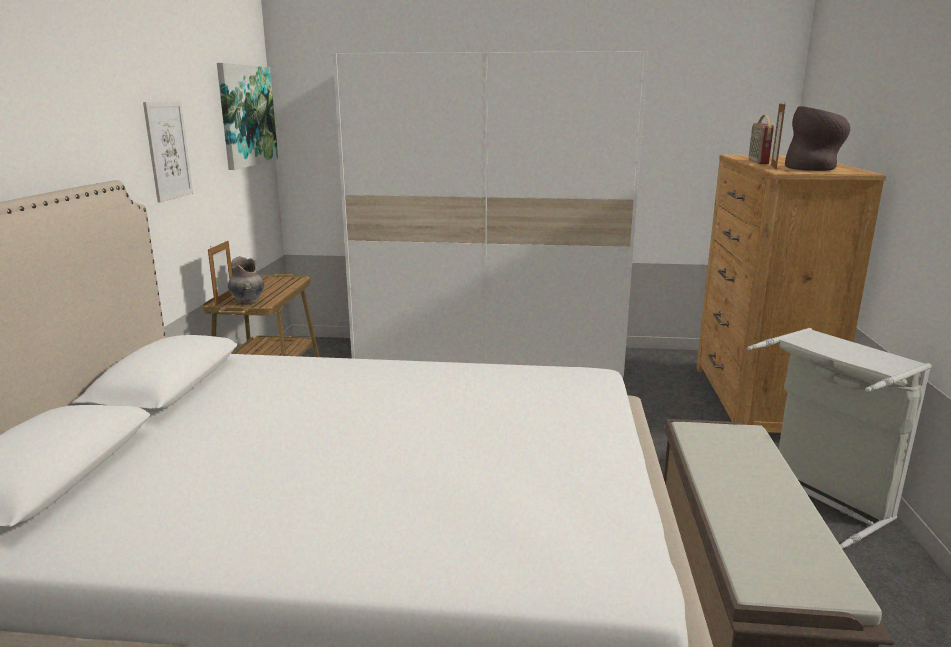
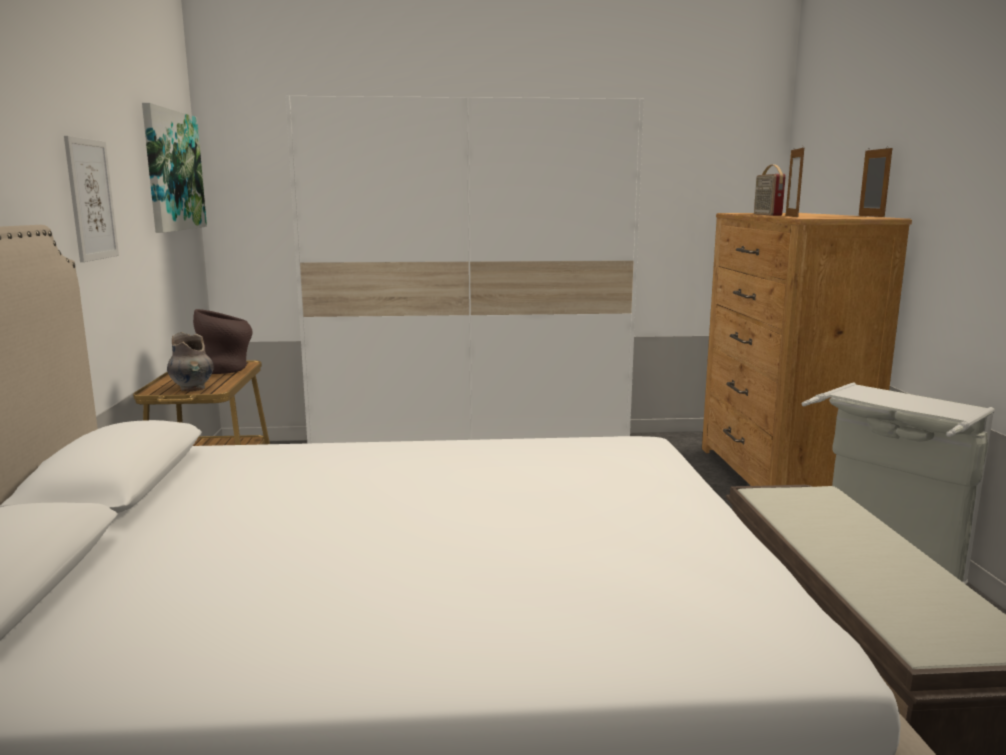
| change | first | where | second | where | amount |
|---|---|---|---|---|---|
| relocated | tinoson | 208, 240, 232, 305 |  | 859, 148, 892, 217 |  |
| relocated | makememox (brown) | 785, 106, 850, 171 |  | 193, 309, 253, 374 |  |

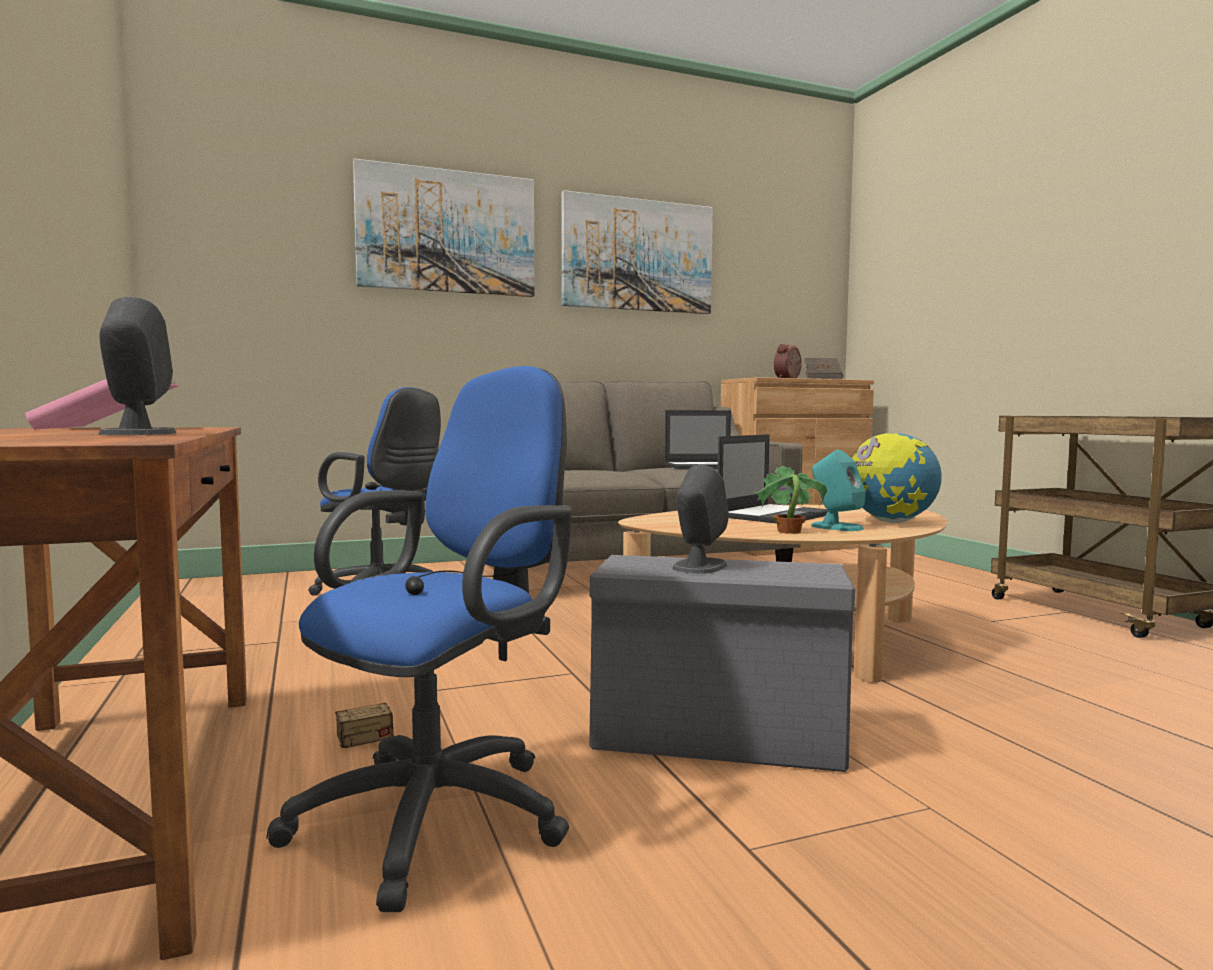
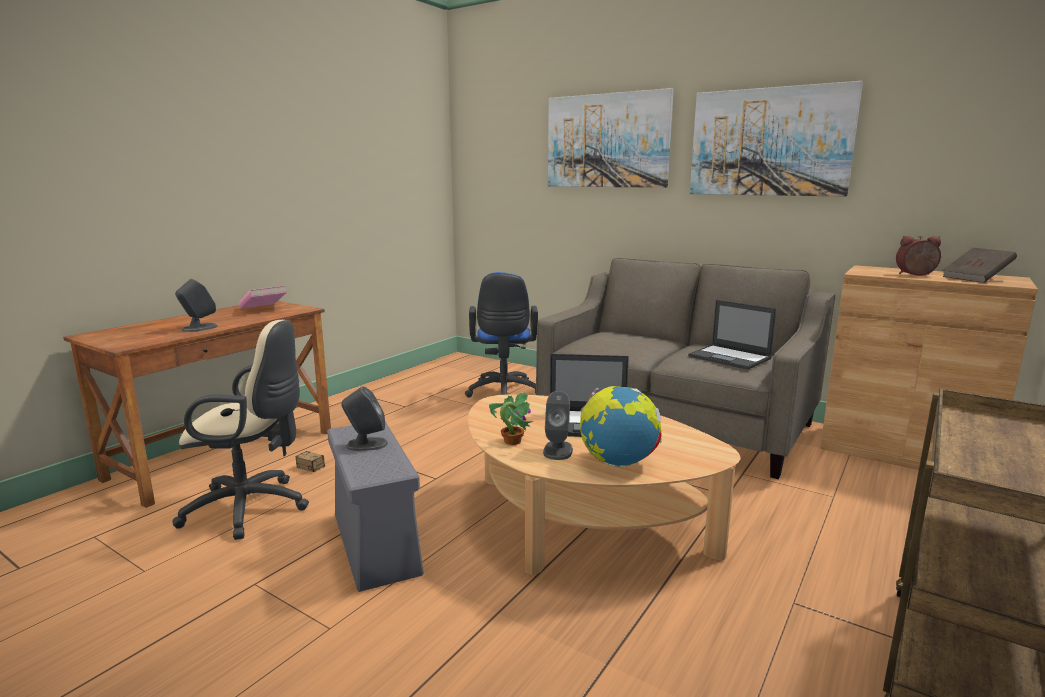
| change | first | where | second | where | amount |
|---|---|---|---|---|---|
| colour | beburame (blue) | 266, 366, 572, 912 | beburame (beige) | 172, 320, 309, 540 |  |
| colour | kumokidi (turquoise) | 811, 450, 866, 531 | kumokidi (grey) | 543, 391, 573, 460 |  |

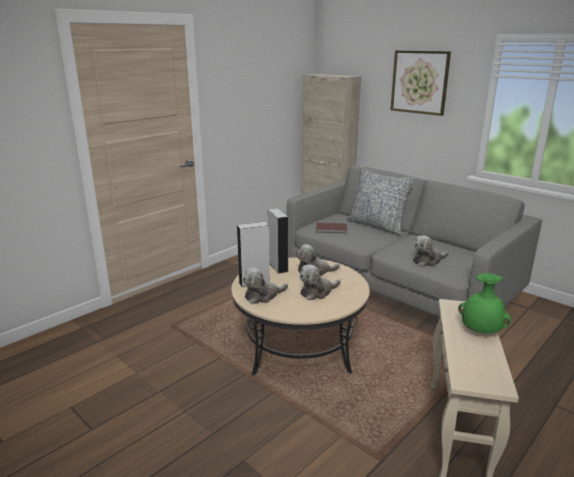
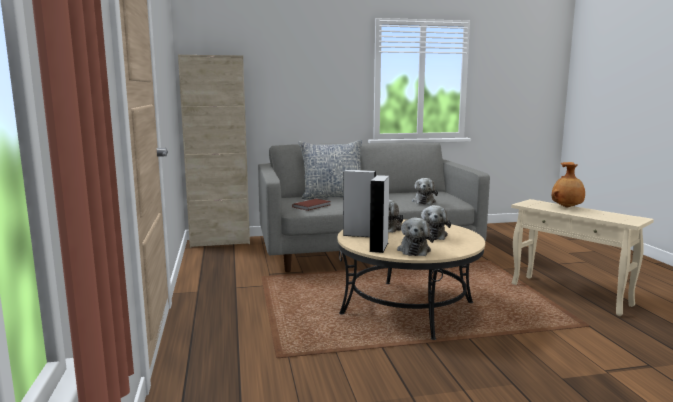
| change | first | where | second | where | amount |
|---|---|---|---|---|---|
| missing | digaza | 391, 50, 451, 116 |  |  |  |
| colour | makememox (green) | 458, 273, 511, 333 | makememox (brown) | 551, 162, 585, 208 |  |

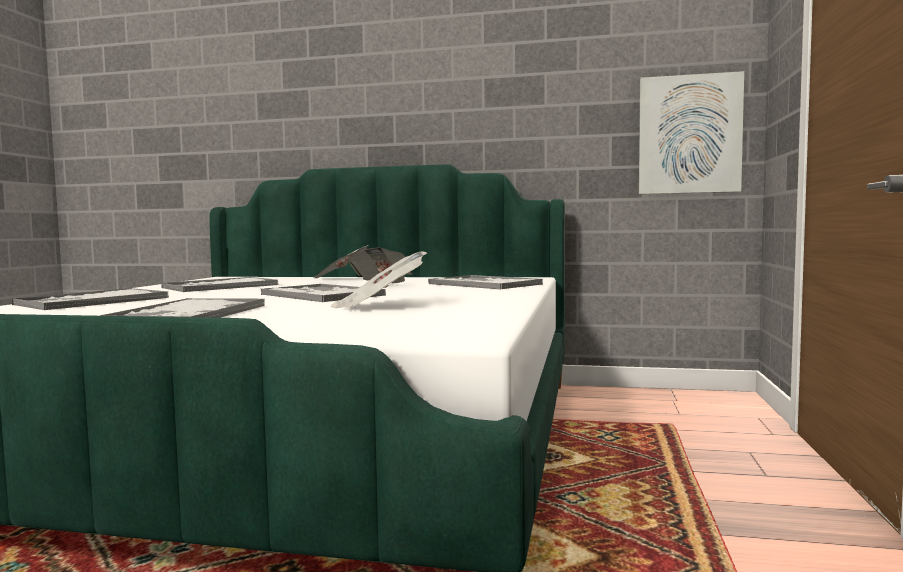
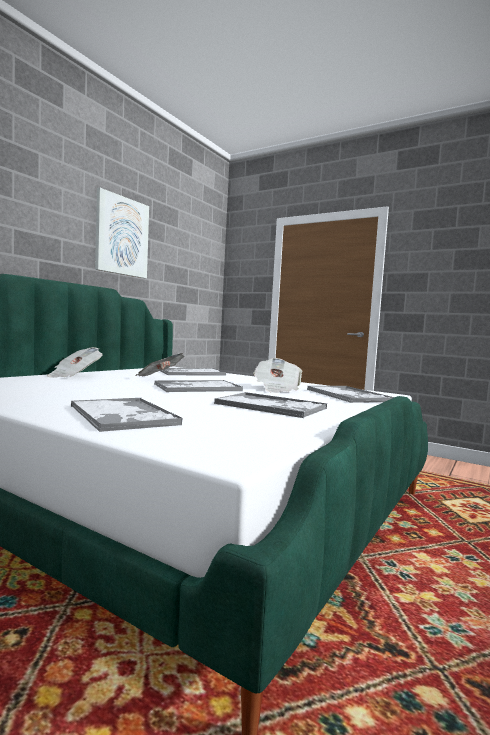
| change | first | where | second | where | amount |
|---|---|---|---|---|---|
| relocated | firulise | 161, 277, 278, 292 |  | 307, 386, 394, 403 |  |
| relocated | digaza | 639, 71, 744, 194 |  | 95, 188, 149, 278 |  |

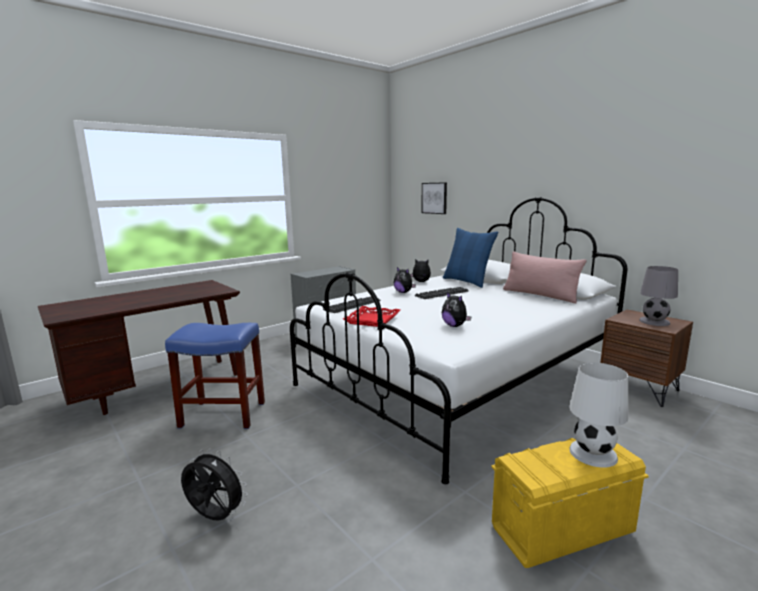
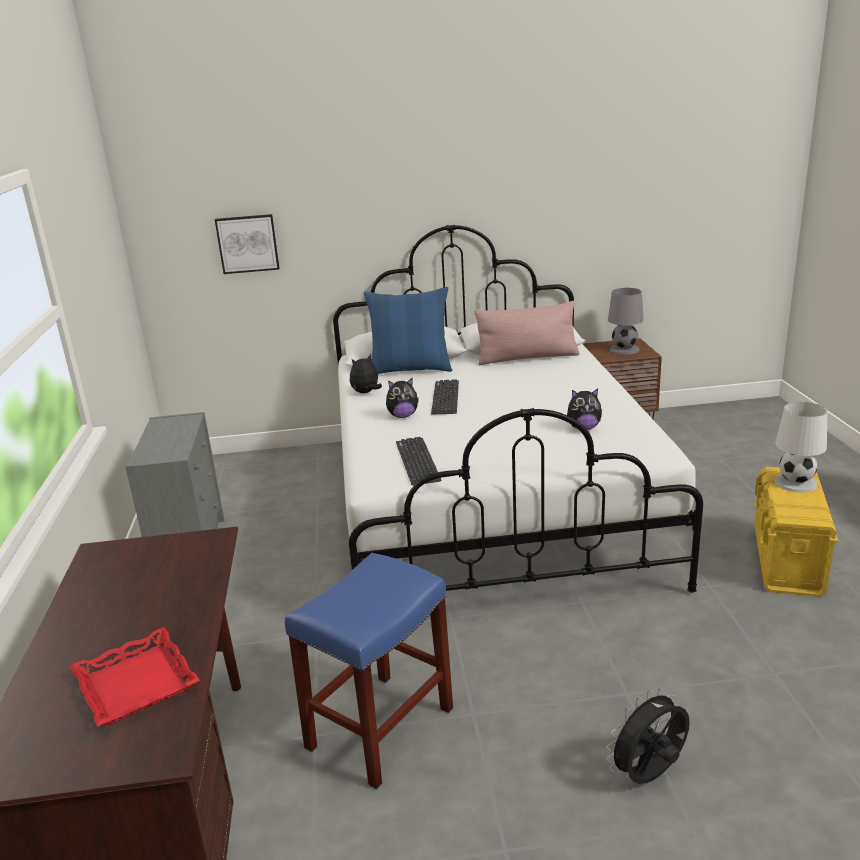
| change | first | where | second | where | amount |
|---|---|---|---|---|---|
| relocated | firulise (red) | 343, 306, 400, 327 |  | 70, 627, 200, 727 |  |

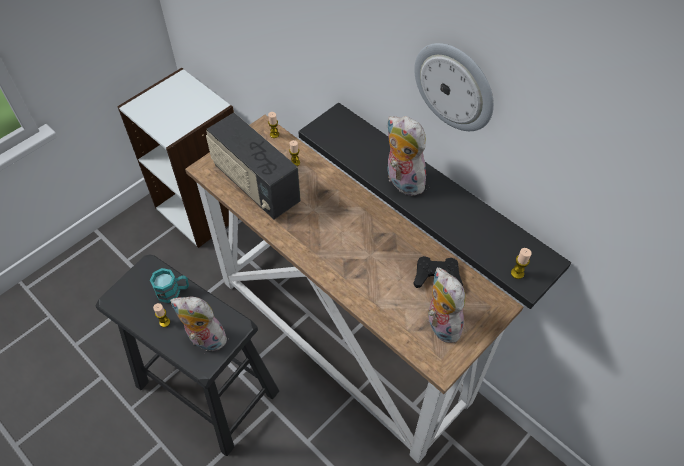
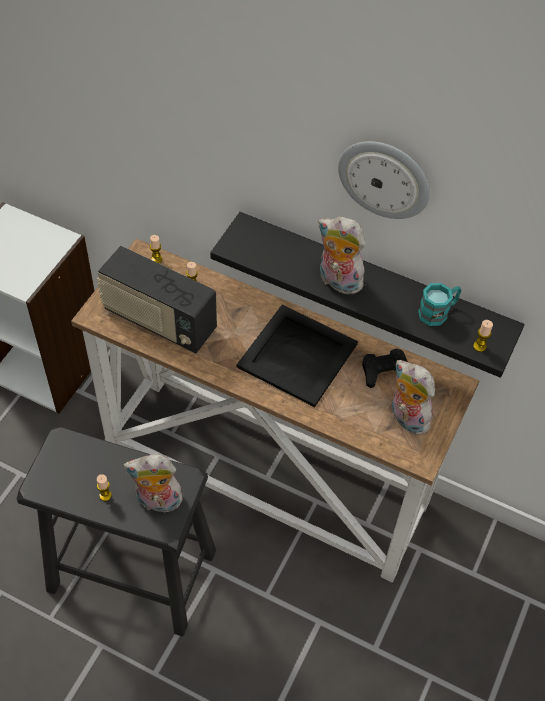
| change | first | where | second | where | amount |
|---|---|---|---|---|---|
| relocated | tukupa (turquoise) | 150, 268, 189, 303 |  | 418, 283, 461, 326 |  |
| appeared |  |  | firulise (black) | 236, 305, 358, 407 |  |

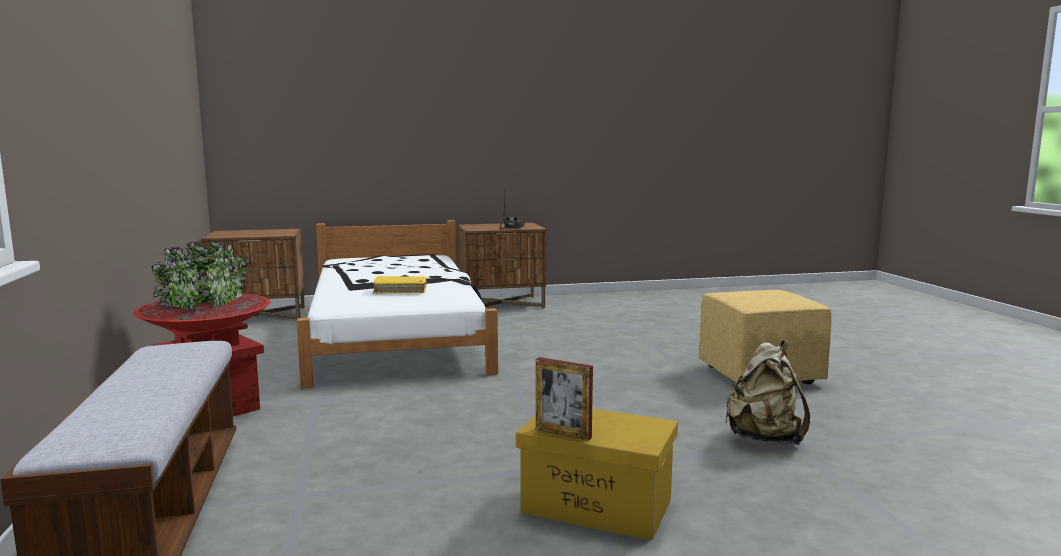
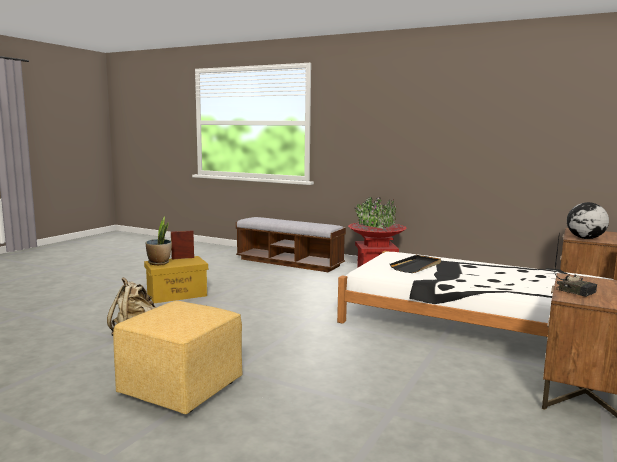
| change | first | where | second | where | amount |
|---|---|---|---|---|---|
| exchanged | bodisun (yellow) | 373, 276, 427, 294 | firulise (black) | 390, 255, 441, 273 |  |
| appeared |  |  | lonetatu | 146, 216, 172, 265 |  |
| appeared |  |  | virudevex | 567, 202, 609, 239 |  |

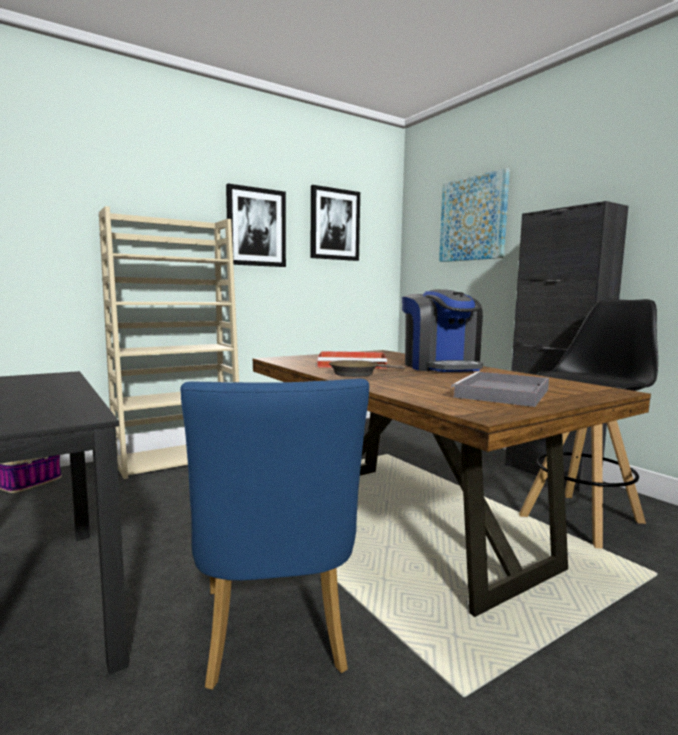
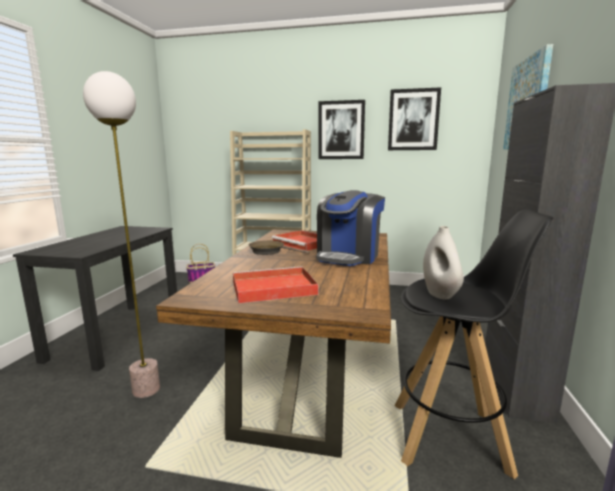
| change | first | where | second | where | amount |
|---|---|---|---|---|---|
| exchanged | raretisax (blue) | 180, 378, 369, 690 | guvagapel | 83, 71, 160, 398 |  |
| colour | firulise (grey) | 451, 371, 549, 407 | firulise (red) | 233, 266, 318, 303 |  |
| appeared |  |  | makememox (white) | 423, 226, 464, 299 |  |

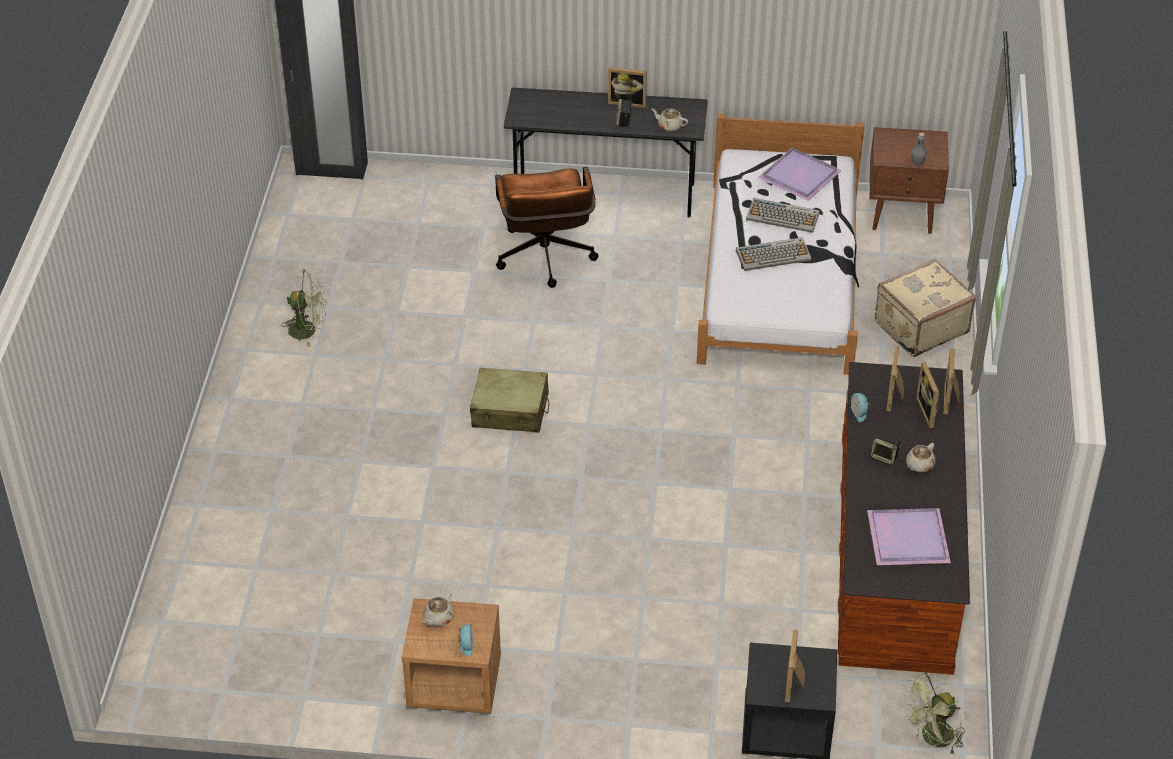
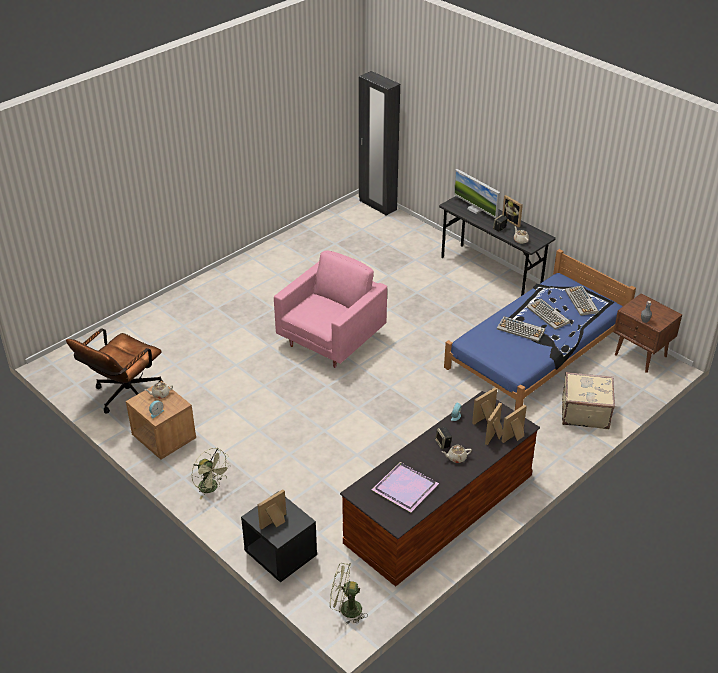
| change | first | where | second | where | amount |
|---|---|---|---|---|---|
| relocated | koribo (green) | 281, 269, 327, 347 |  | 191, 448, 231, 499 |  |
| exchanged | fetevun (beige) | 470, 368, 549, 433 | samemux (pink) | 274, 251, 387, 368 |  |
| relocated | beburame (brown) | 495, 167, 599, 288 |  | 66, 328, 162, 414 |  |
| colour | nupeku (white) | 697, 113, 865, 375 | nupeku (blue) | 444, 249, 636, 411 |  |
| exchanged | firulise (purple) | 758, 148, 841, 201 | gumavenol | 565, 286, 599, 316 |  |
| appeared |  |  | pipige | 453, 169, 500, 218 |  |

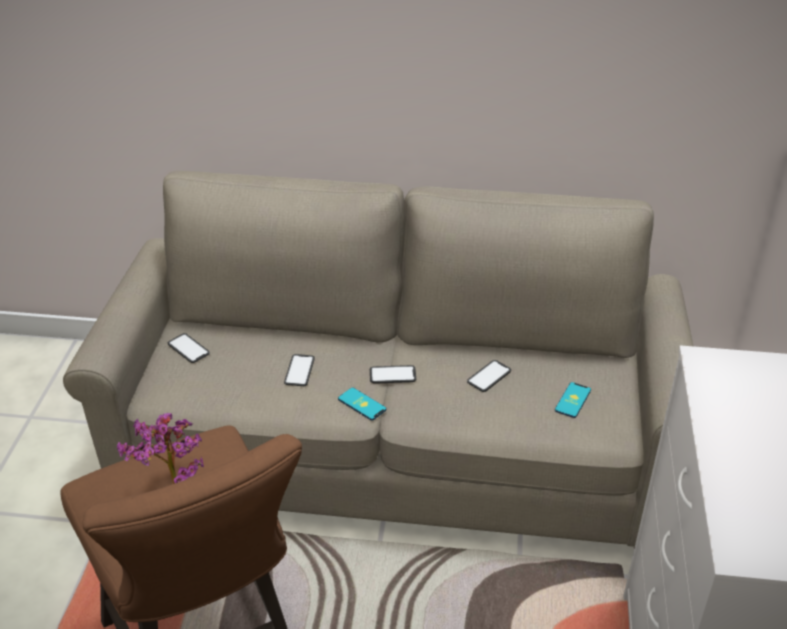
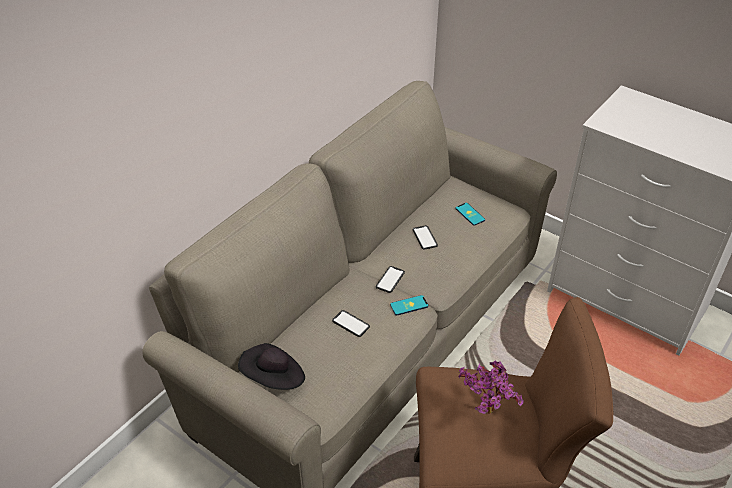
| change | first | where | second | where | amount |
|---|---|---|---|---|---|
| exchanged | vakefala | 168, 333, 210, 363 | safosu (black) | 238, 343, 305, 390 |  |

